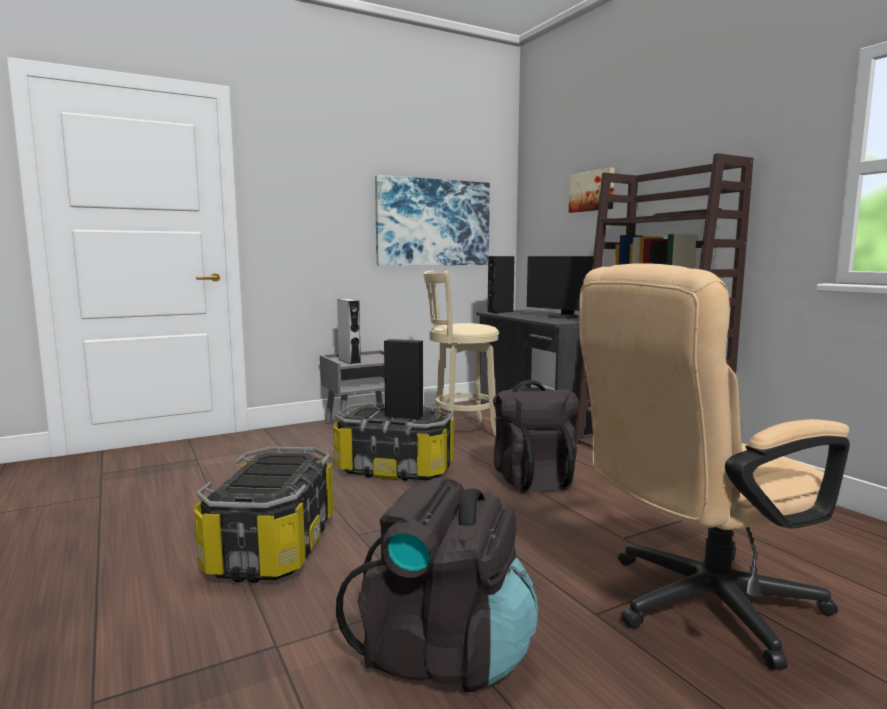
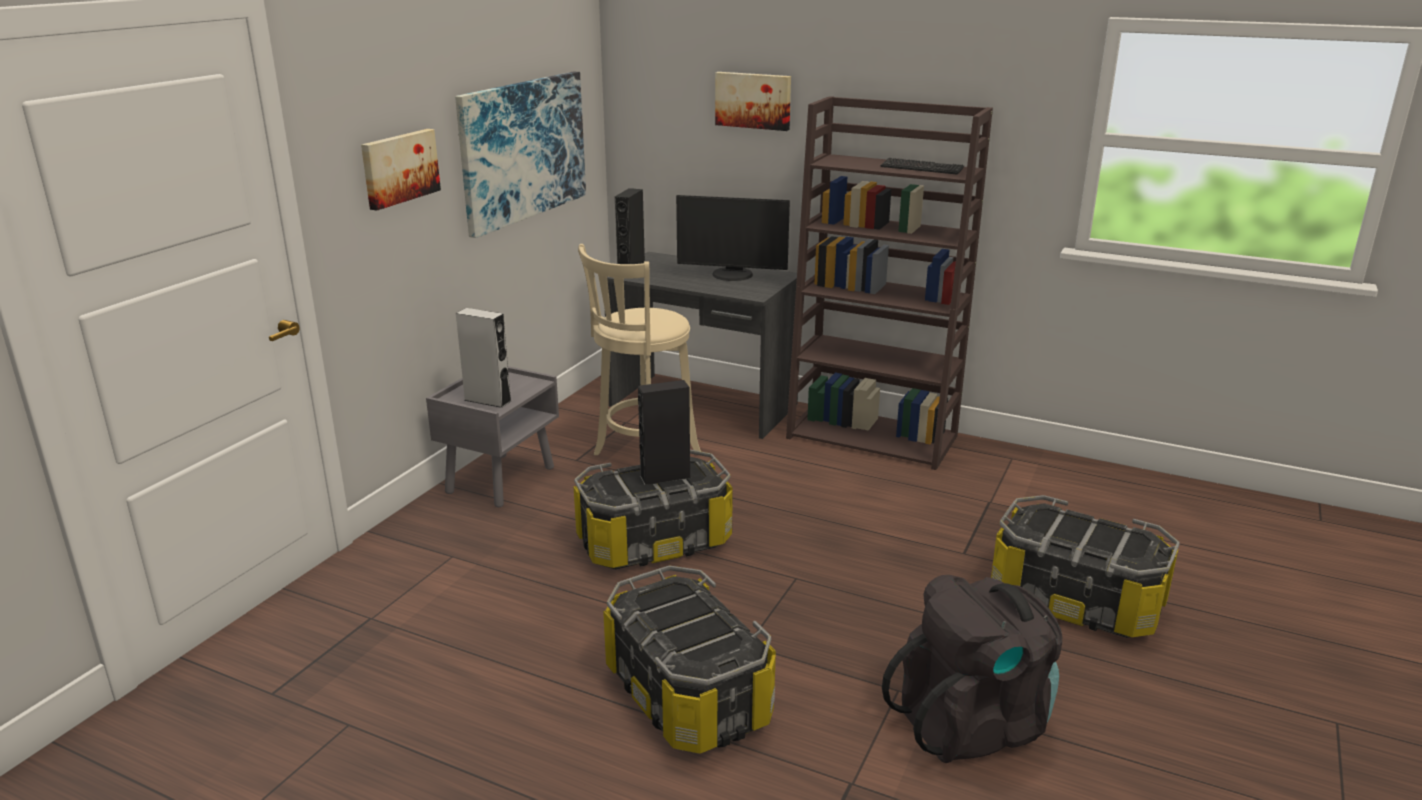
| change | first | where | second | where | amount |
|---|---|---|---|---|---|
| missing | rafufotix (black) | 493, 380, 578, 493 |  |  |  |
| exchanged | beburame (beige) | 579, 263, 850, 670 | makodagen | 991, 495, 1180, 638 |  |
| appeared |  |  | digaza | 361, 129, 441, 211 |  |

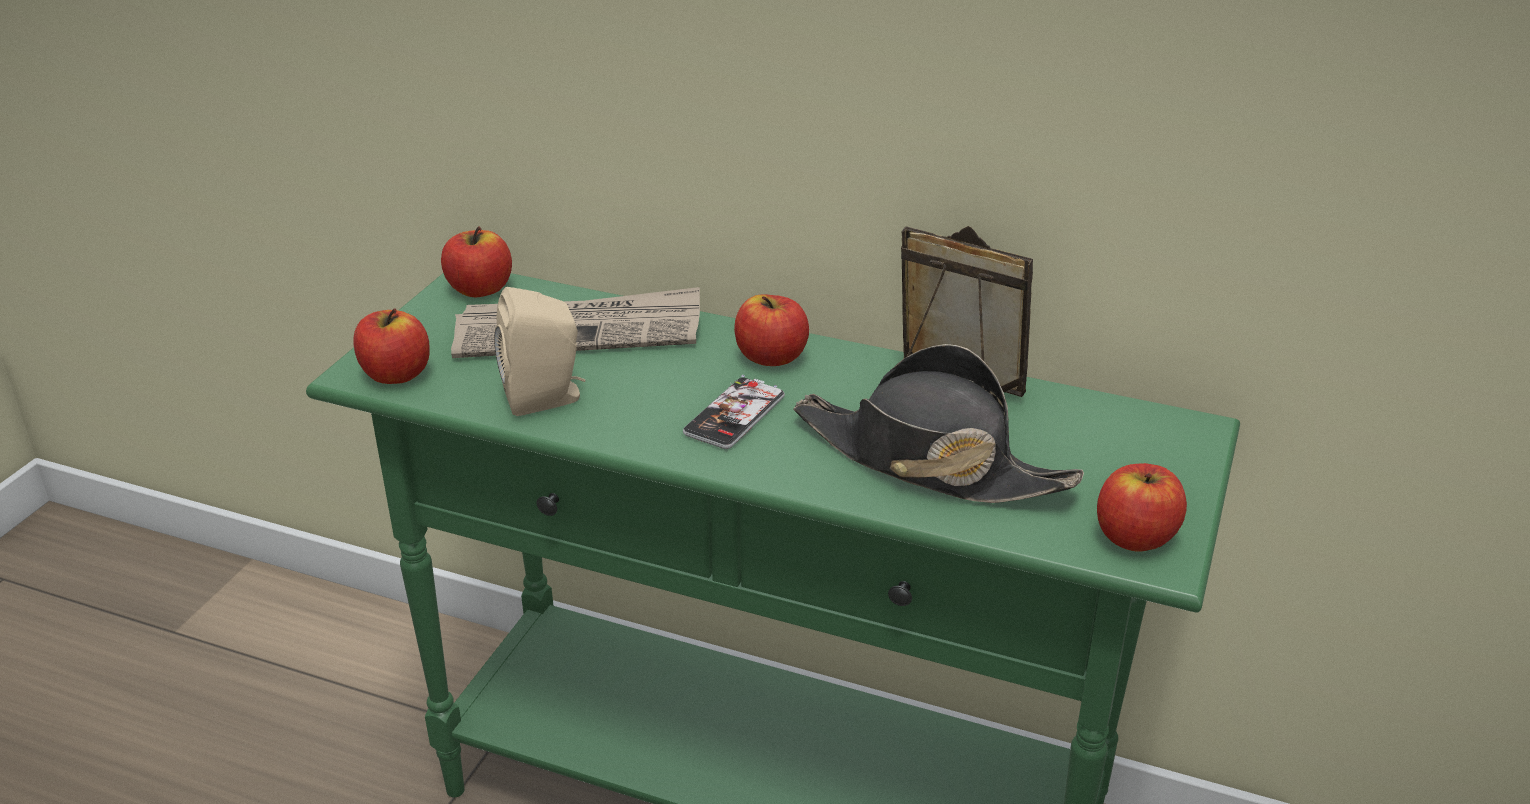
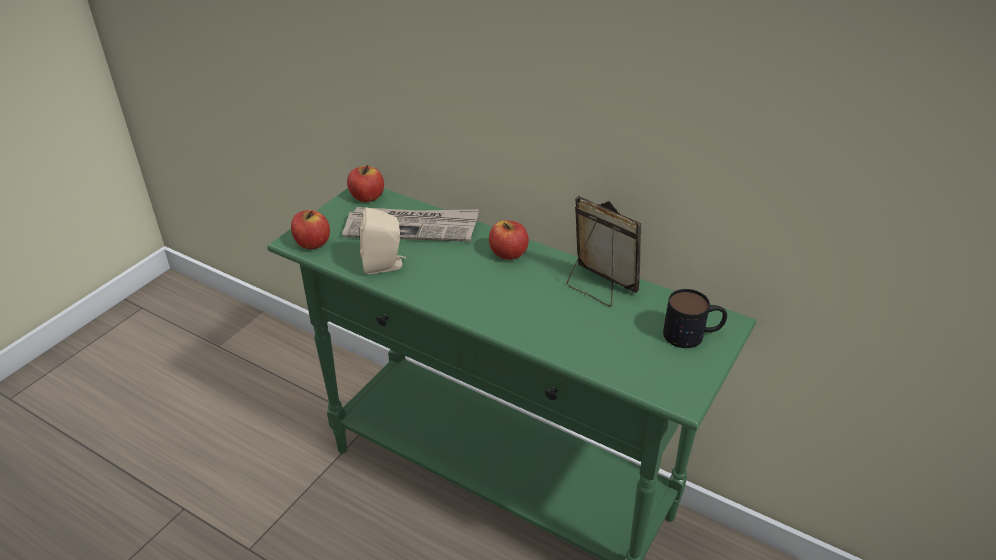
| change | first | where | second | where | amount |
|---|---|---|---|---|---|
| missing | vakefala | 683, 375, 785, 449 |  |  |  |
| missing | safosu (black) | 793, 344, 1084, 503 |  |  |  |
| missing | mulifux | 1097, 463, 1187, 552 |  |  |  |
| appeared |  |  | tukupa | 663, 289, 727, 348 |  |

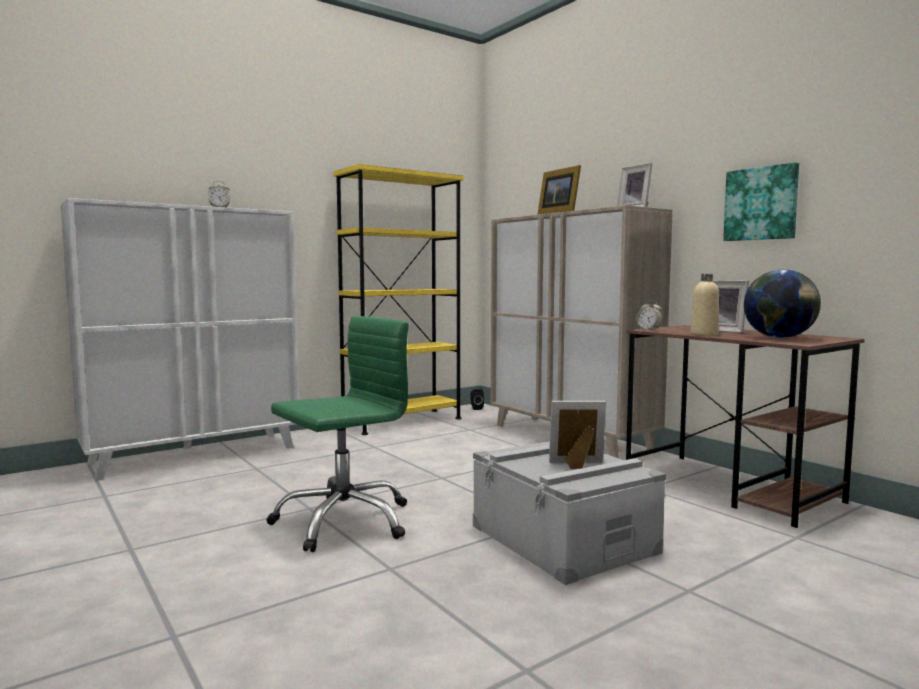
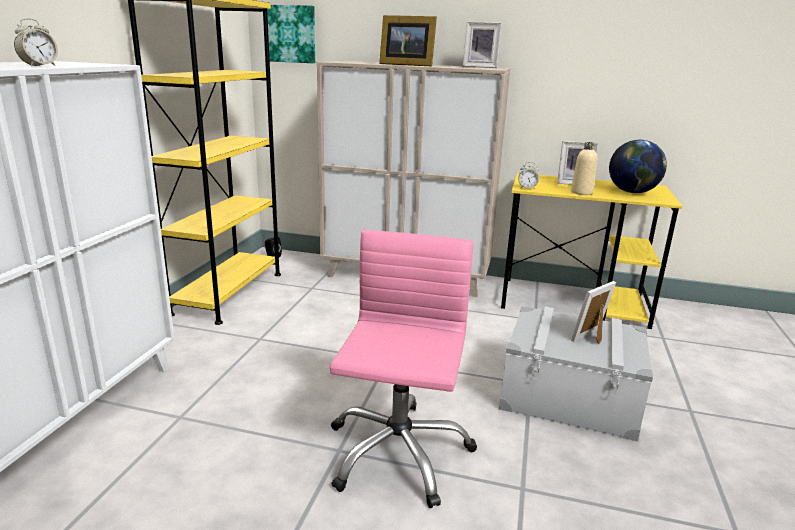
| change | first | where | second | where | amount |
|---|---|---|---|---|---|
| colour | beburame (green) | 267, 316, 409, 552 | beburame (pink) | 329, 230, 477, 508 |  |
| colour | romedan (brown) | 626, 325, 865, 528 | romedan (yellow) | 501, 173, 683, 329 |  |
| relocated | digaza | 723, 162, 799, 241 |  | 267, 5, 315, 63 |  |

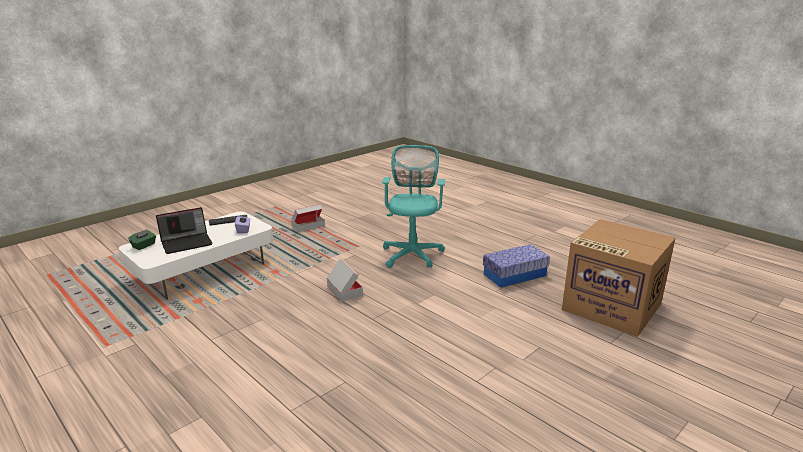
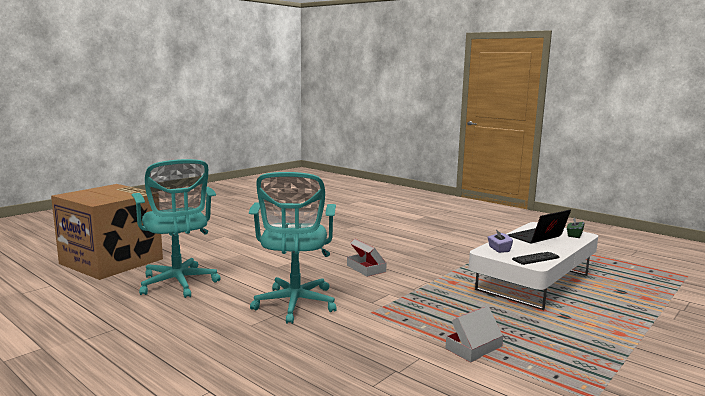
| change | first | where | second | where | amount |
|---|---|---|---|---|---|
| exchanged | makodagen | 483, 244, 550, 288 | beburame (turquoise) | 131, 159, 221, 298 |  |

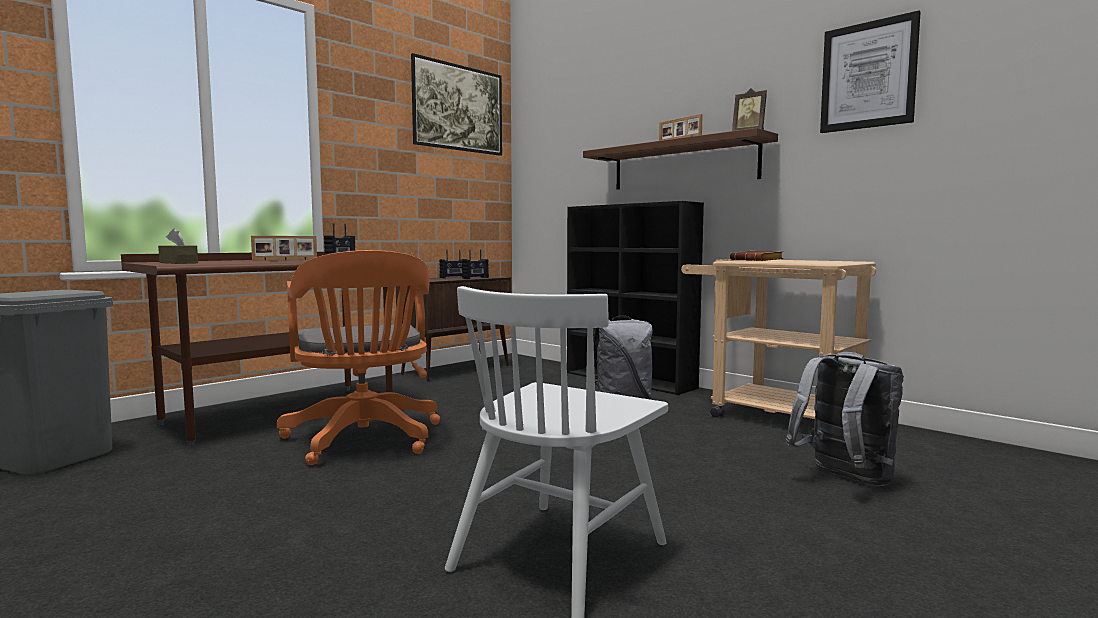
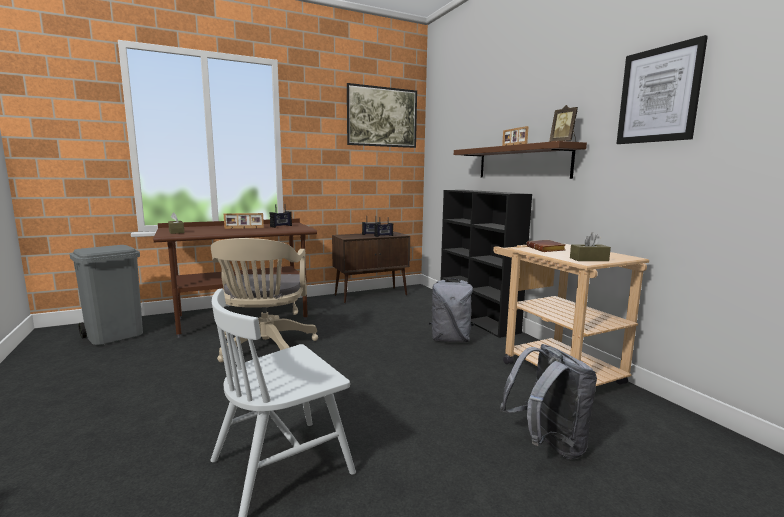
| change | first | where | second | where | amount |
|---|---|---|---|---|---|
| colour | beburame (orange) | 277, 250, 440, 465 | beburame (beige) | 211, 238, 318, 362 |  |
| appeared |  |  | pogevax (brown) | 570, 232, 611, 261 |  |

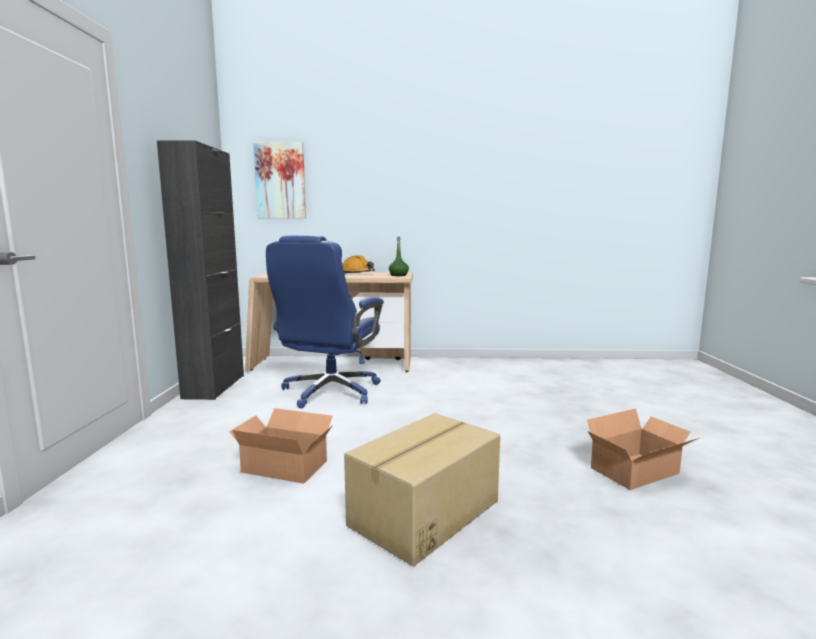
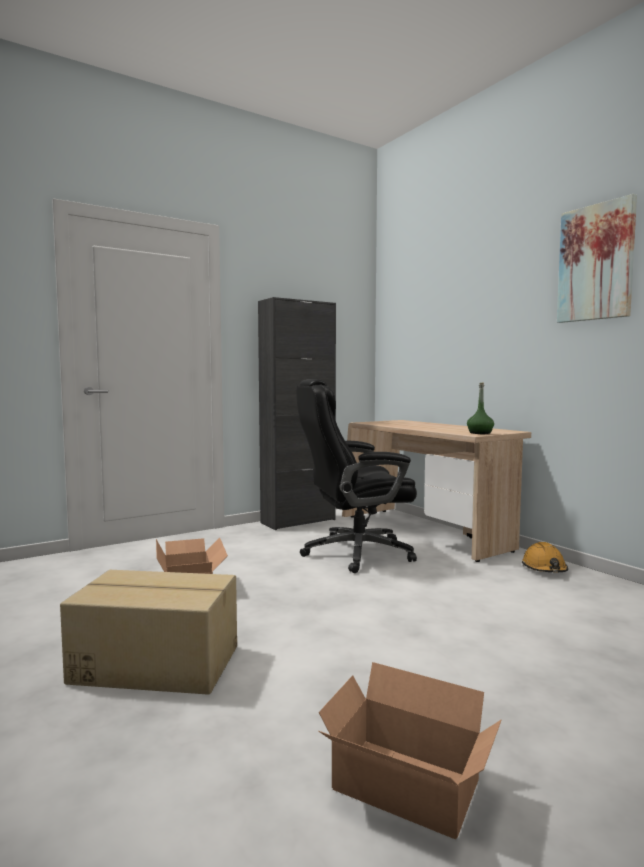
| change | first | where | second | where | amount |
|---|---|---|---|---|---|
| relocated | digaza | 253, 142, 306, 219 |  | 557, 194, 637, 323 |  |
| colour | beburame (blue) | 266, 235, 384, 408 | beburame (black) | 296, 379, 417, 573 |  |
| relocated | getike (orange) | 342, 255, 375, 273 |  | 522, 542, 568, 572 |  |

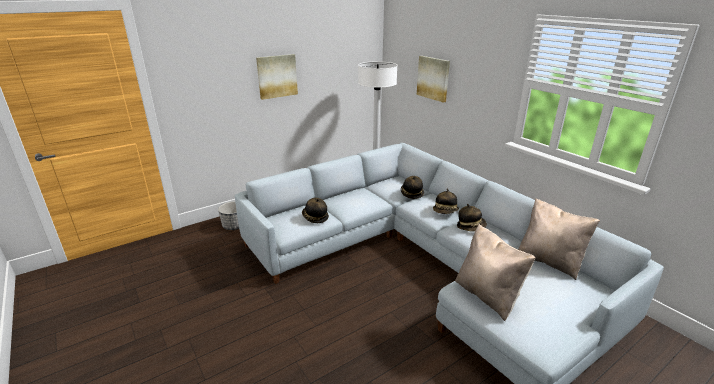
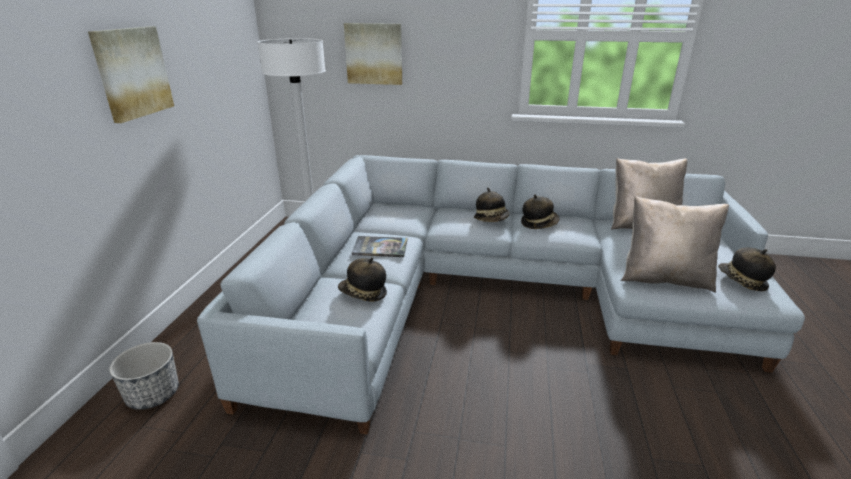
| change | first | where | second | where | amount |
|---|---|---|---|---|---|
| relocated | safosu | 401, 176, 424, 199 |  | 718, 247, 776, 291 |  |
| appeared |  |  | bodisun | 352, 236, 407, 257 |  |

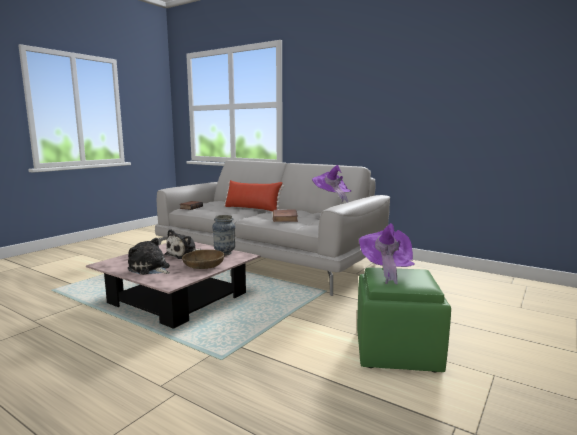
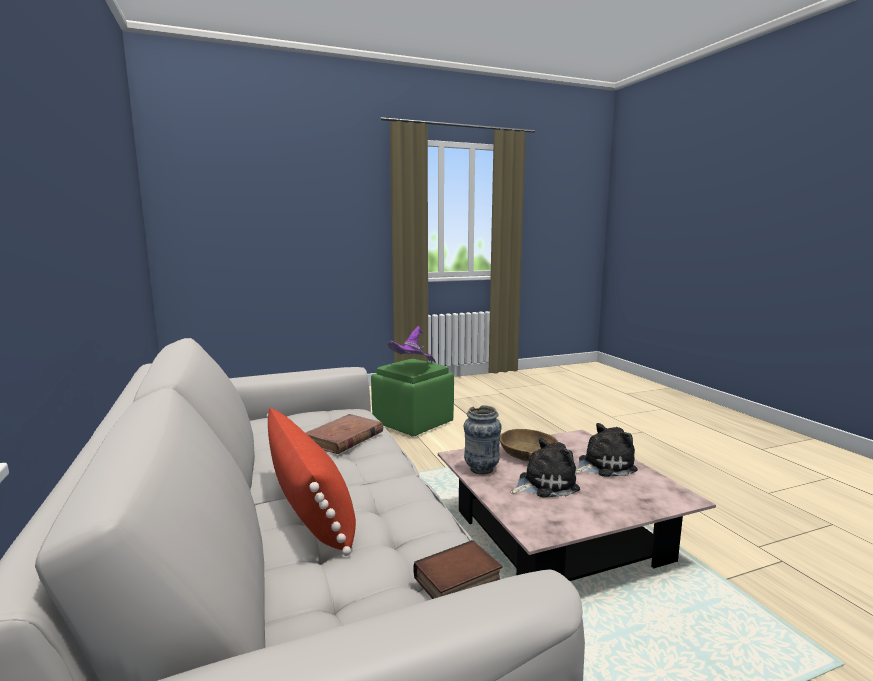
| change | first | where | second | where | amount |
|---|---|---|---|---|---|
| spun | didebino | 128, 238, 170, 275 |  | 576, 423, 638, 477 | 90 degrees counterclockwise |
| missing | safosu (purple) | 312, 165, 351, 203 |  |  |  |

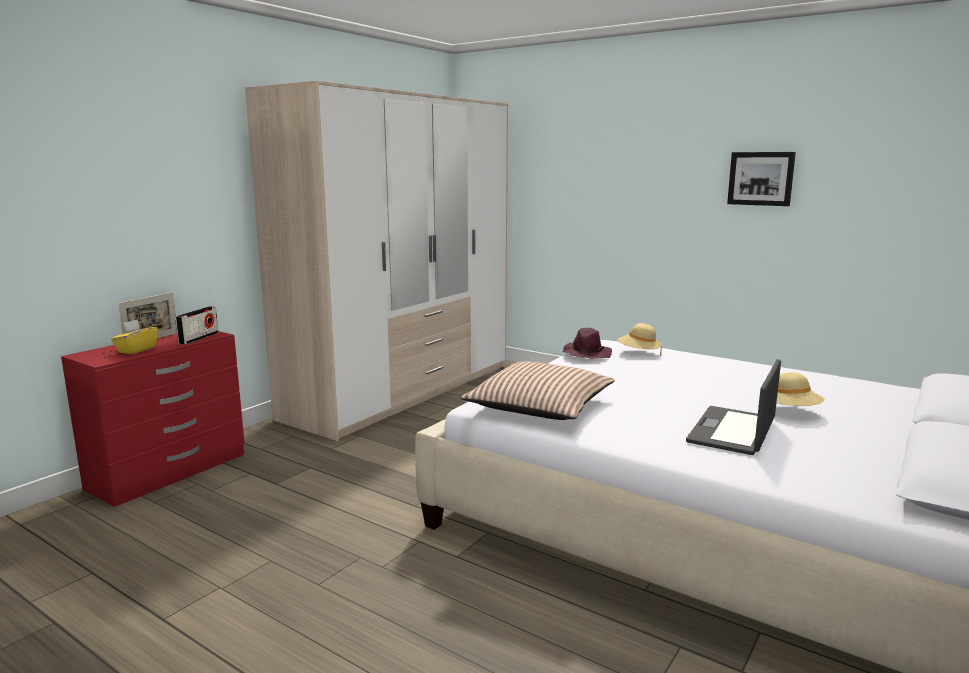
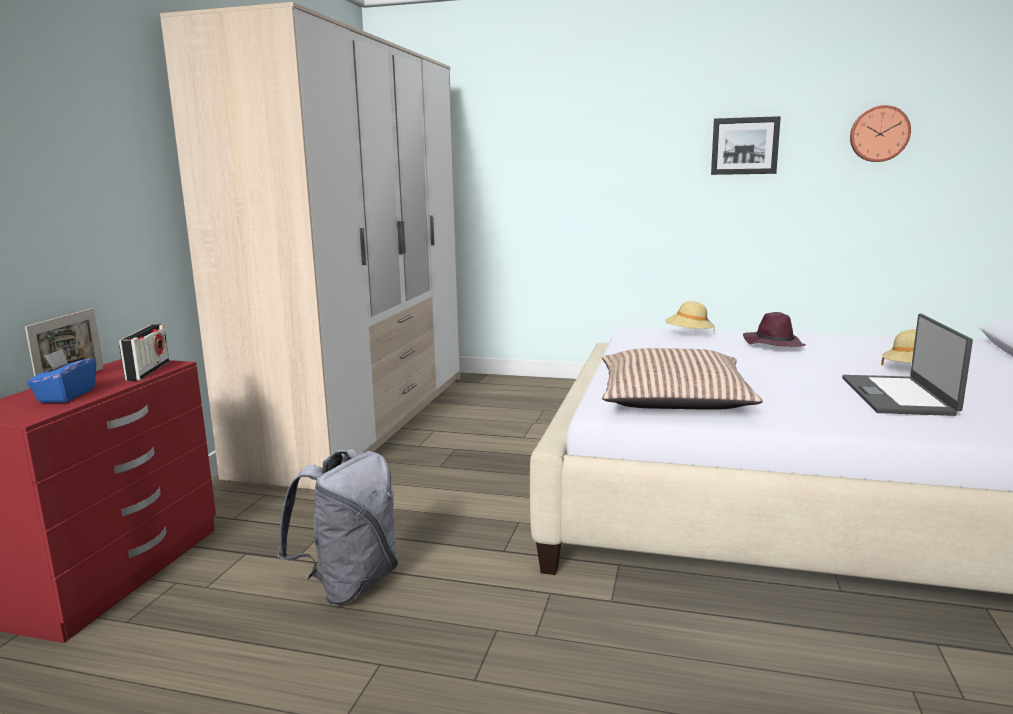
| change | first | where | second | where | amount |
|---|---|---|---|---|---|
| colour | pogevax (yellow) | 111, 319, 158, 354 | pogevax (blue) | 27, 349, 96, 403 |  |
| relocated | safosu (purple) | 563, 328, 612, 359 |  | 743, 312, 806, 347 |  |
| appeared |  |  | rafufotix (grey) | 277, 449, 398, 606 |  |
| appeared |  |  | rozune | 850, 105, 911, 162 |  |

